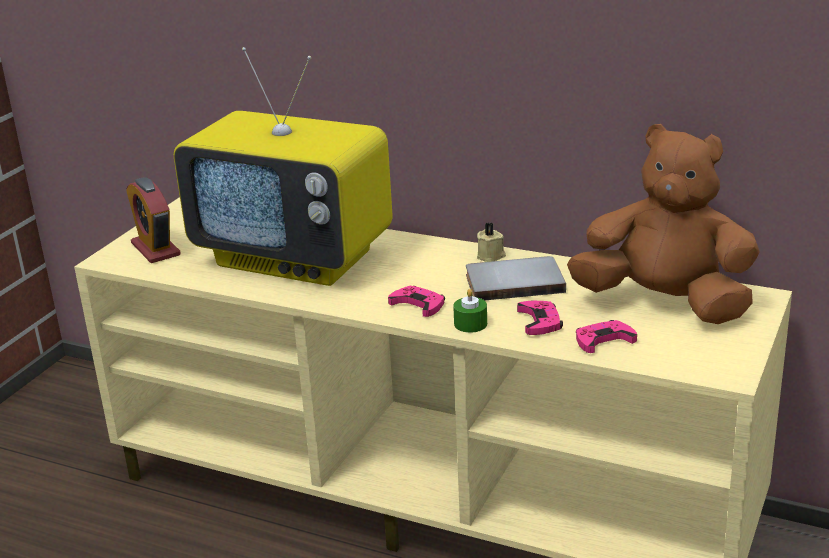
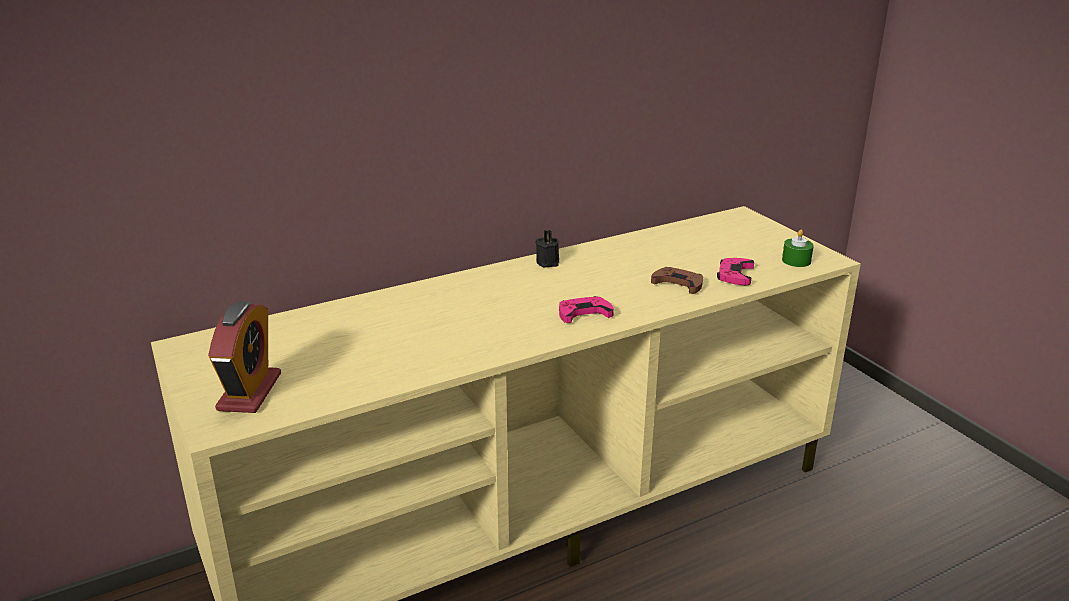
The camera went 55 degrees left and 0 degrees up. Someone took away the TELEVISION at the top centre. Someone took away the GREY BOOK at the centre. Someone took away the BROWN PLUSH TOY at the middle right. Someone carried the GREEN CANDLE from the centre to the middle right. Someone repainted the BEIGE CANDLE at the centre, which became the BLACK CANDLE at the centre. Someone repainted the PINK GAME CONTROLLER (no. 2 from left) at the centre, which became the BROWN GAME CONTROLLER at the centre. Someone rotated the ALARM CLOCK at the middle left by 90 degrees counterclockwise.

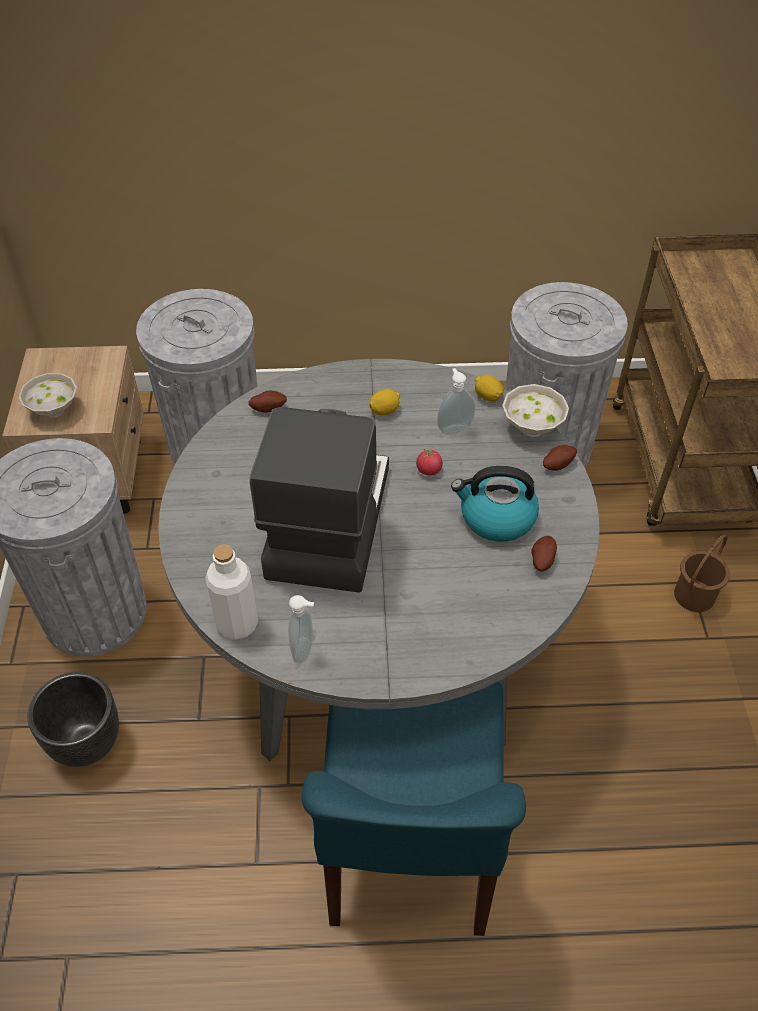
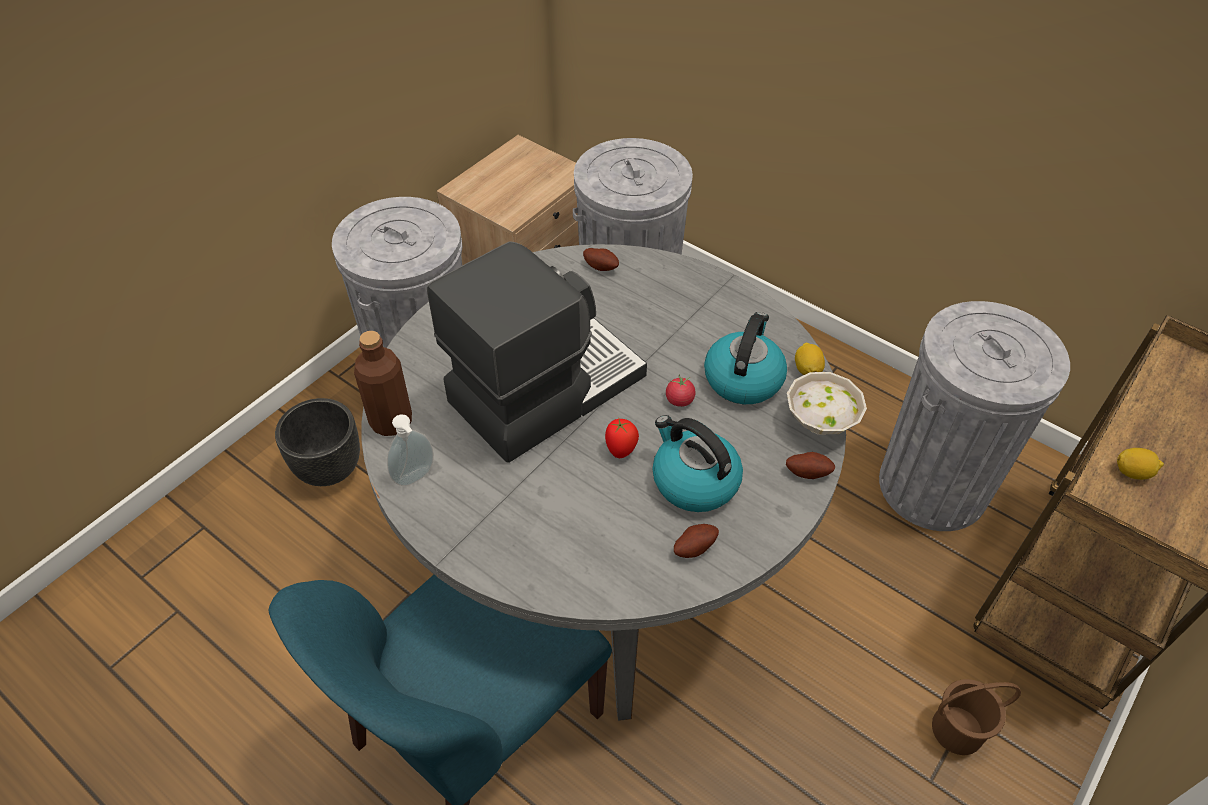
The camera went 40 degrees right and 0 degrees up. Someone took away the WHITE BOWL (no. 1 from left) at the middle left. Someone put down the TOMATO (no. 1 from left) at the centre. Someone carried the LEMON (no. 1 from left in the first image) from the centre to the middle right. Someone swapped the SOAP DISPENSER (no. 2 from left) at the centre for the KETTLE (no. 2 from left) at the centre. Someone repainted the WHITE BOTTLE at the middle left, which became the BROWN BOTTLE at the middle left.

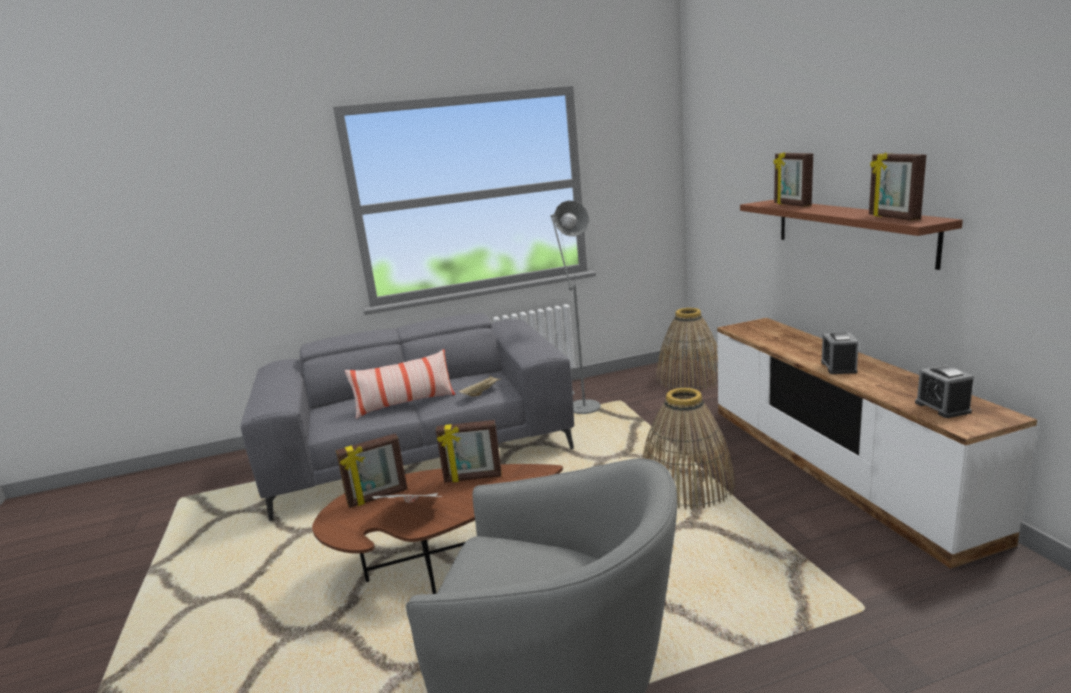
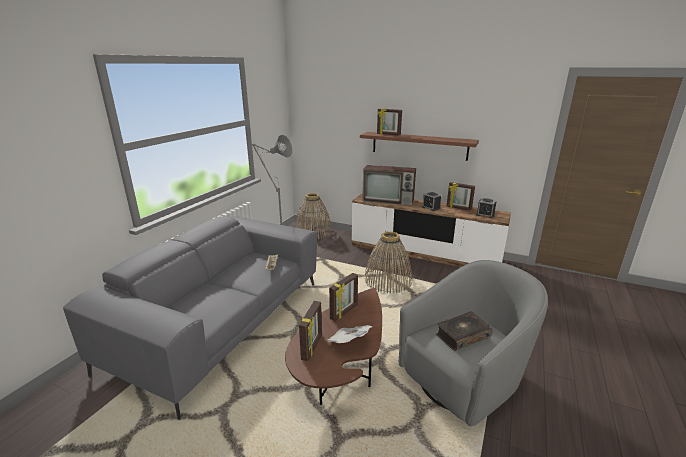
The camera went 50 degrees left and 5 degrees up. Someone took away the PILLOW at the centre. Someone put down the TELEVISION at the centre. Someone put down the BOOK at the bottom right. Someone carried the PICTURE FRAME (no. 4 from left) from the top right to the middle right.

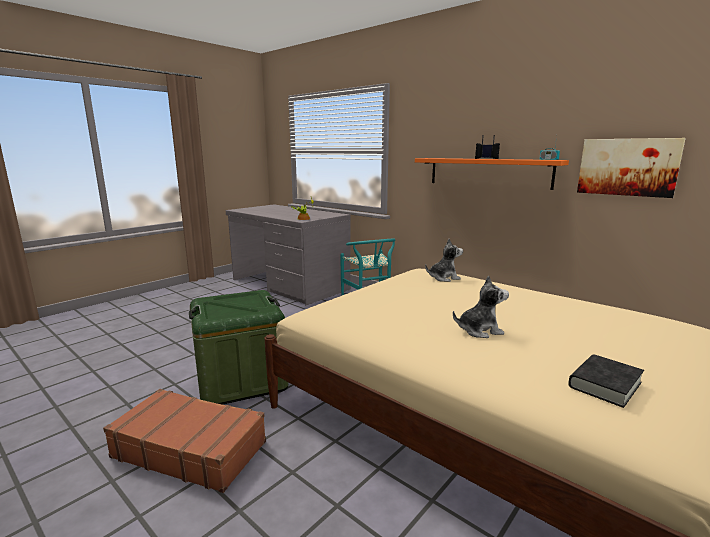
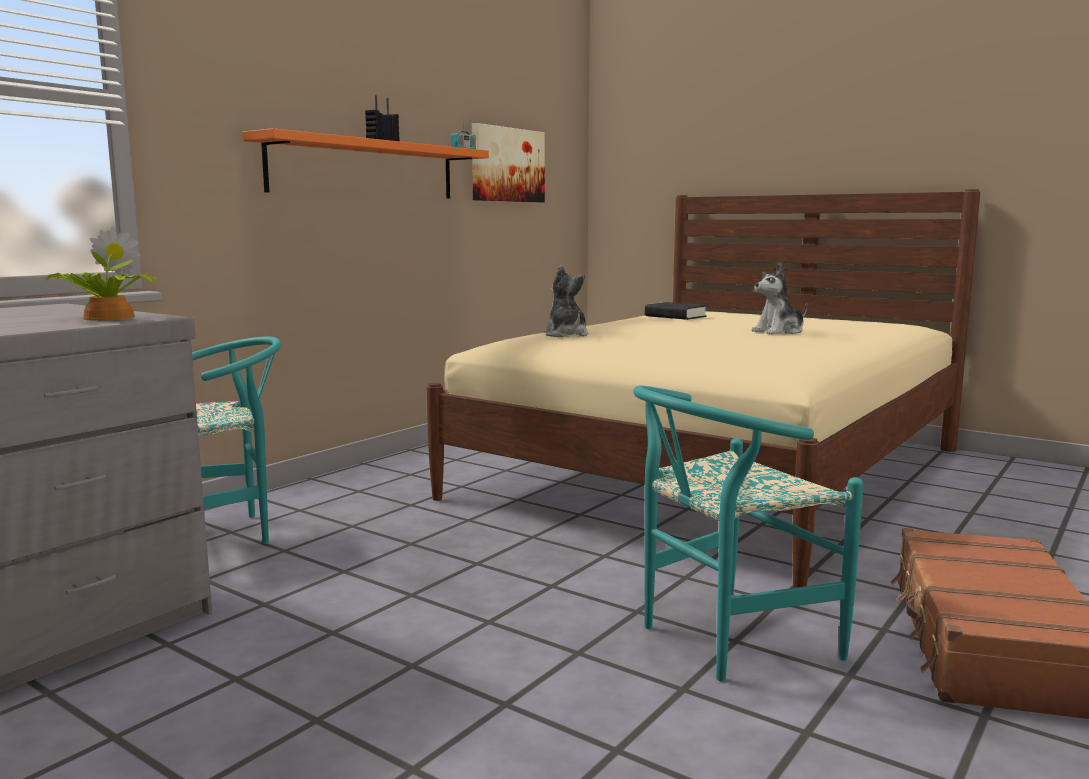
The camera went 95 degrees left and 5 degrees down. Someone carried the BLACK BOOK from the bottom right to the centre. Someone swapped the GREEN STORAGE BOX at the centre for the TURQUOISE CHAIR (no. 2 from left) at the bottom right. Someone rotated the PLUSH TOY (no. 2 from left) at the middle right by 105 degrees counterclockwise.

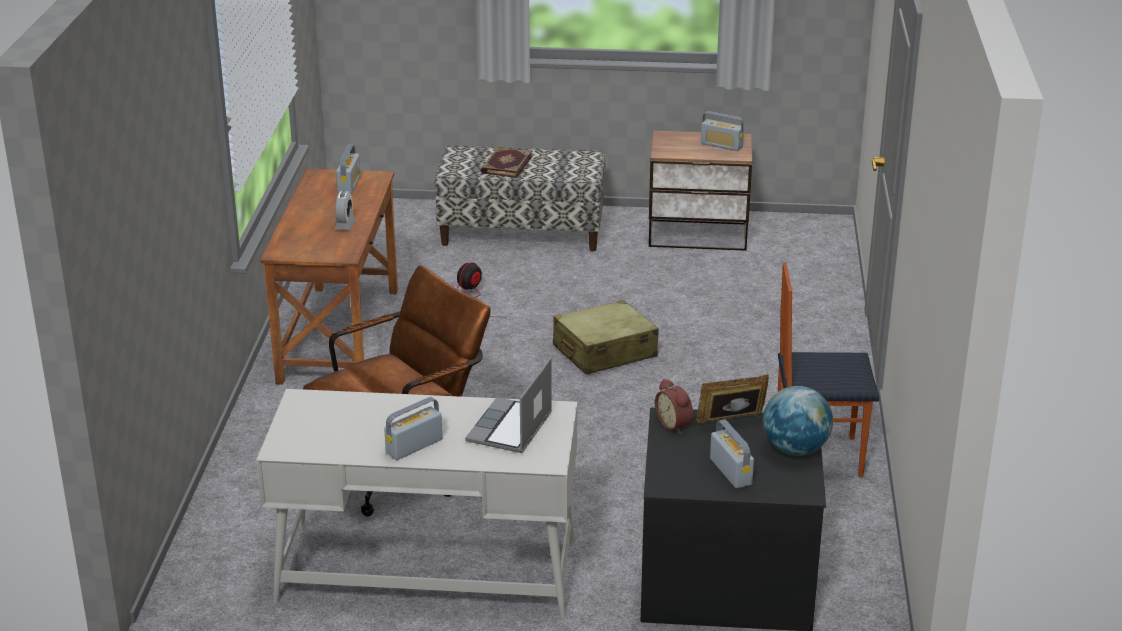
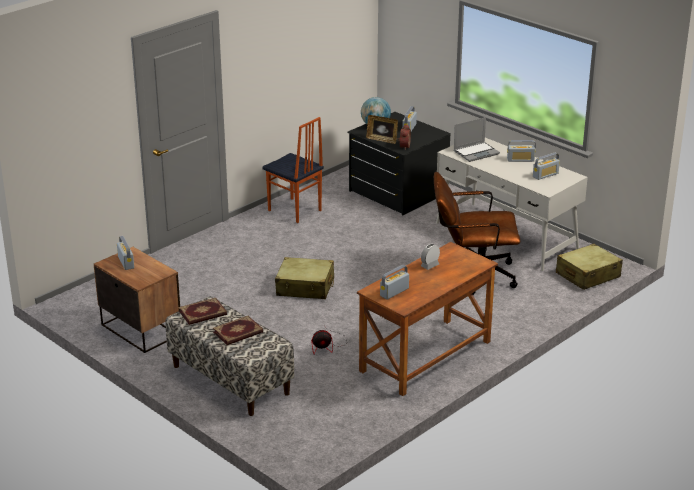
The camera went 140 degrees left and 0 degrees up. Someone put down the BOOK (no. 1 from left) at the middle left. Someone put down the RADIO (no. 5 from left) at the middle right. Someone put down the BEIGE SUITCASE (no. 2 from left) at the middle right.

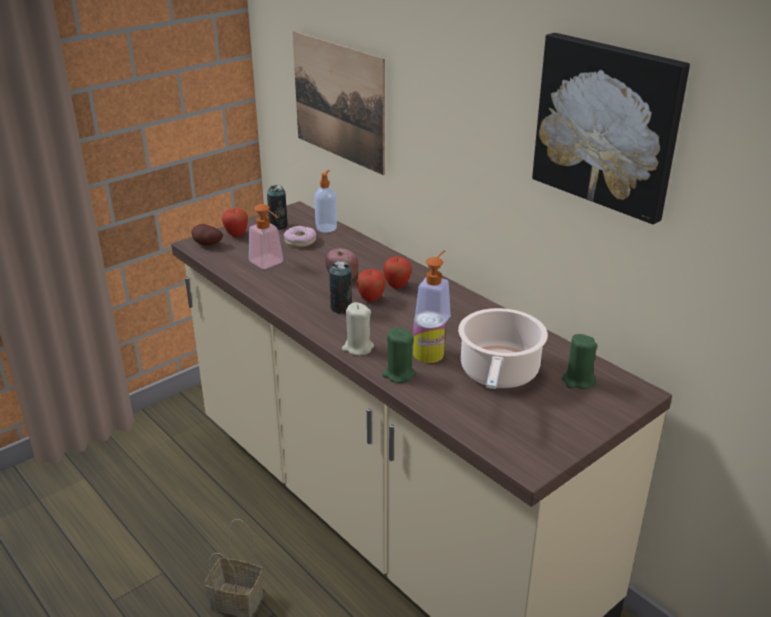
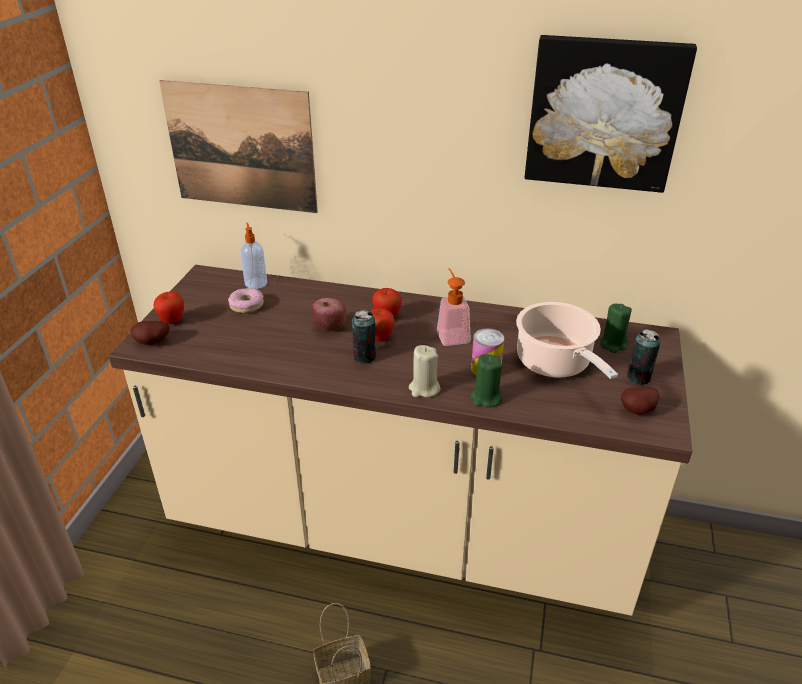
The camera went 35 degrees left and 5 degrees up. Someone took away the SOAP DISPENSER (no. 1 from left) at the centre. Someone put down the POTATO (no. 2 from left) at the middle right. Someone carried the CAN (no. 1 from left in the first image) from the centre to the middle right.

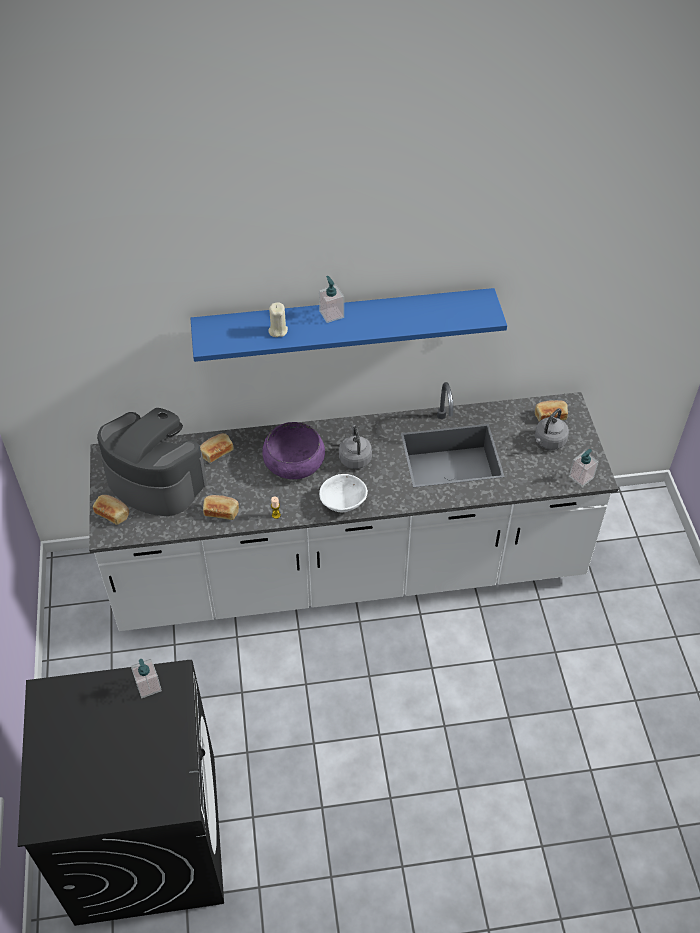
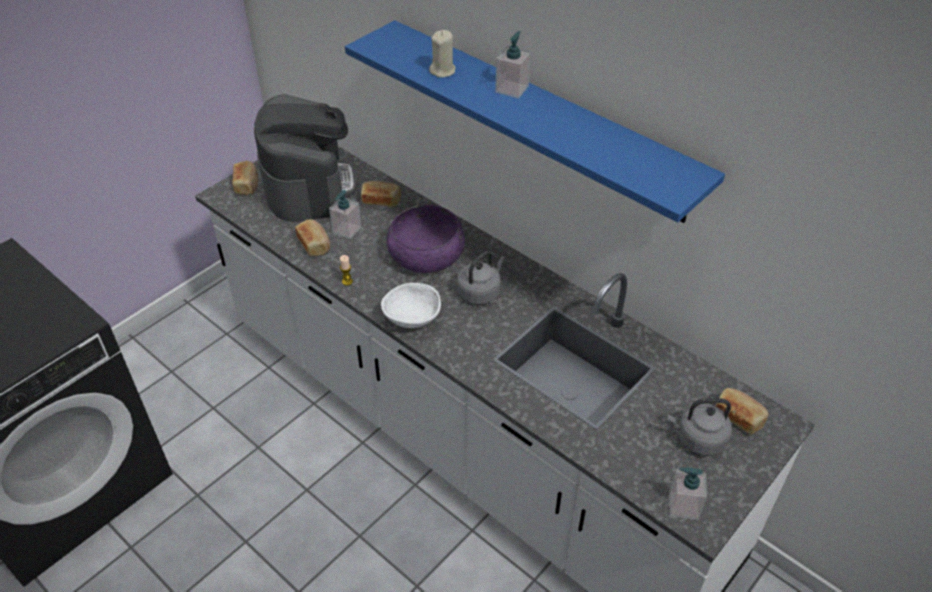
The camera went 50 degrees right and 5 degrees down. Someone carried the SOAP DISPENSER (no. 1 from left) from the bottom left to the centre.

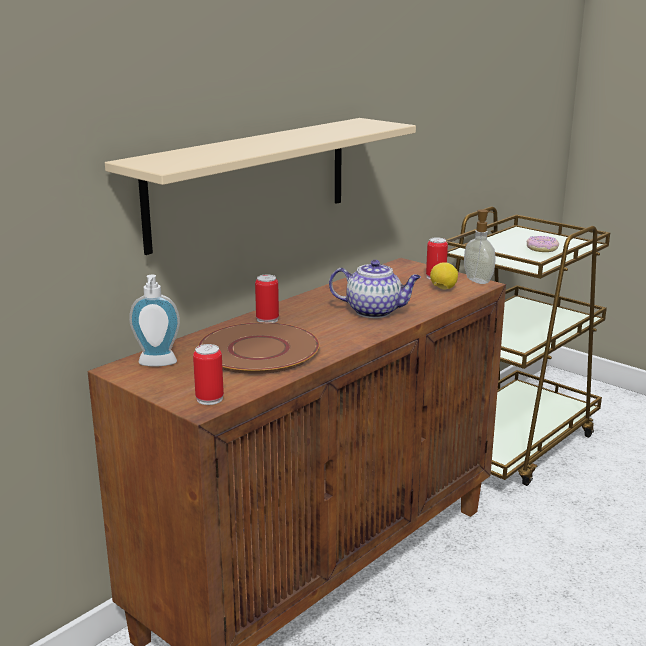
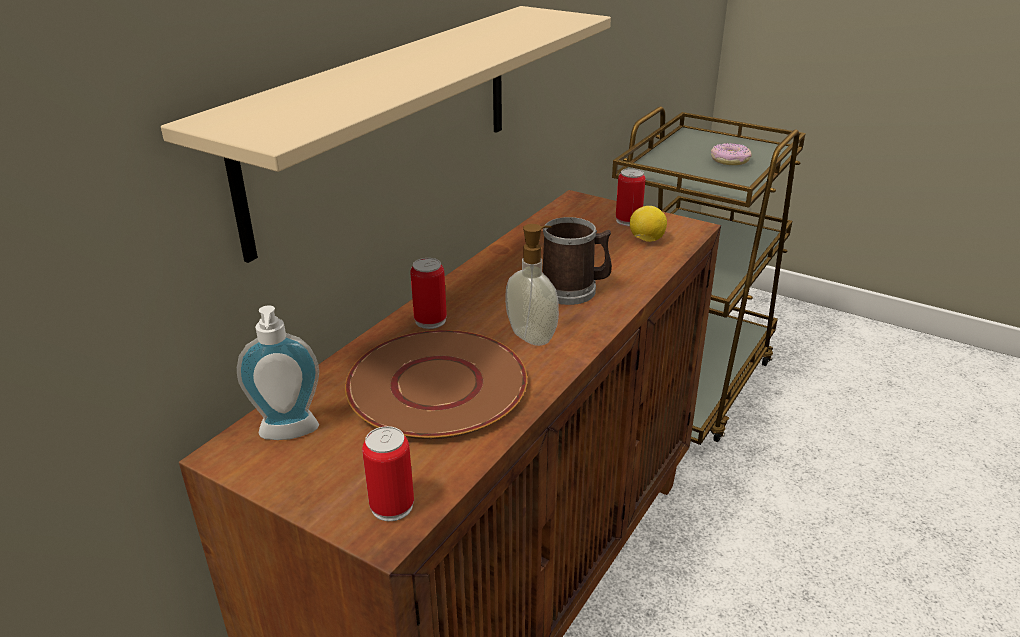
The camera went 10 degrees left and 10 degrees up. Someone carried the SOAP DISPENSER (no. 2 from left) from the middle right to the centre. Someone swapped the TEAPOT at the centre for the MUG at the centre.

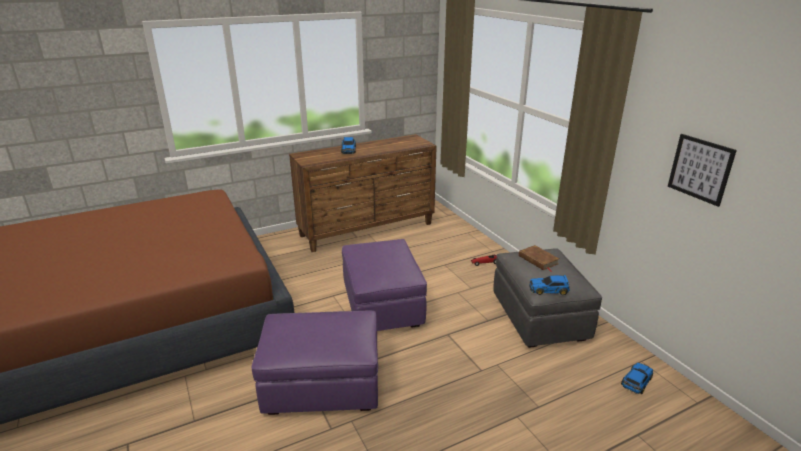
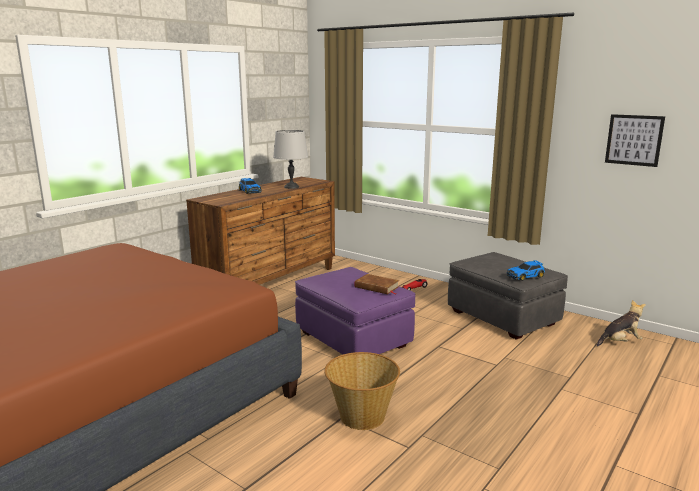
The camera went 25 degrees left and 10 degrees down. Someone put down the GREY TABLE LAMP at the top centre. Someone carried the BROWN BOOK from the middle right to the centre. Someone swapped the PURPLE OTTOMAN (no. 1 from left) at the bottom centre for the BASKET at the bottom centre. Someone swapped the TOY CAR (no. 4 from left) at the bottom right for the PLUSH TOY at the middle right.

